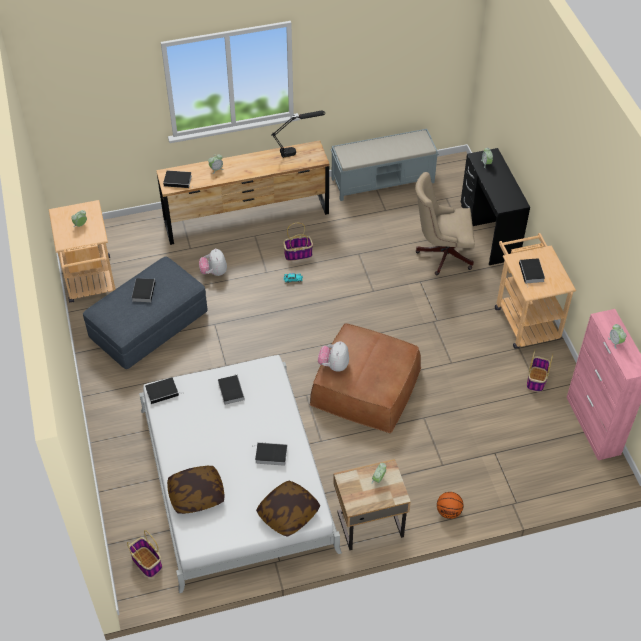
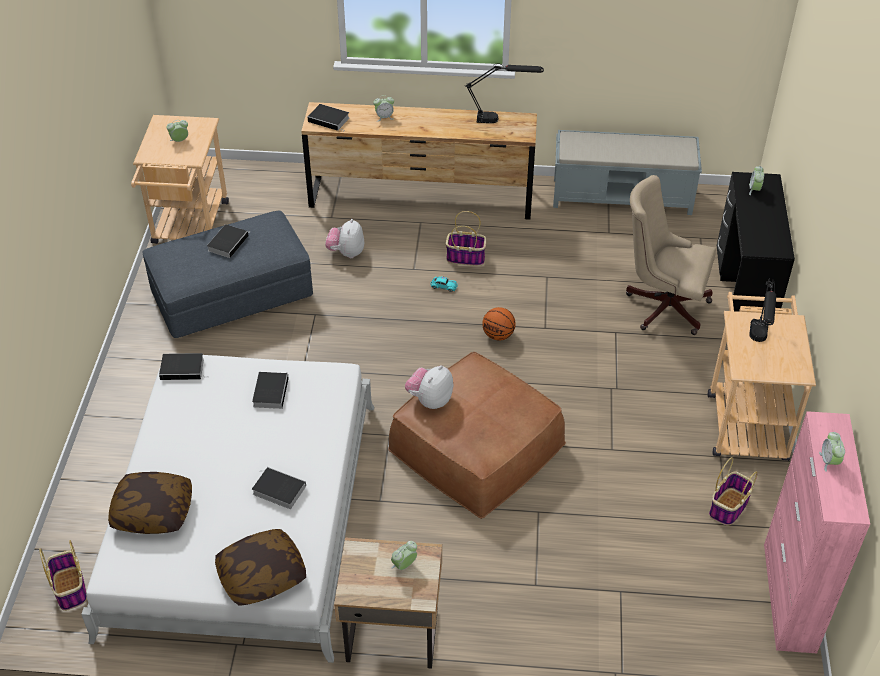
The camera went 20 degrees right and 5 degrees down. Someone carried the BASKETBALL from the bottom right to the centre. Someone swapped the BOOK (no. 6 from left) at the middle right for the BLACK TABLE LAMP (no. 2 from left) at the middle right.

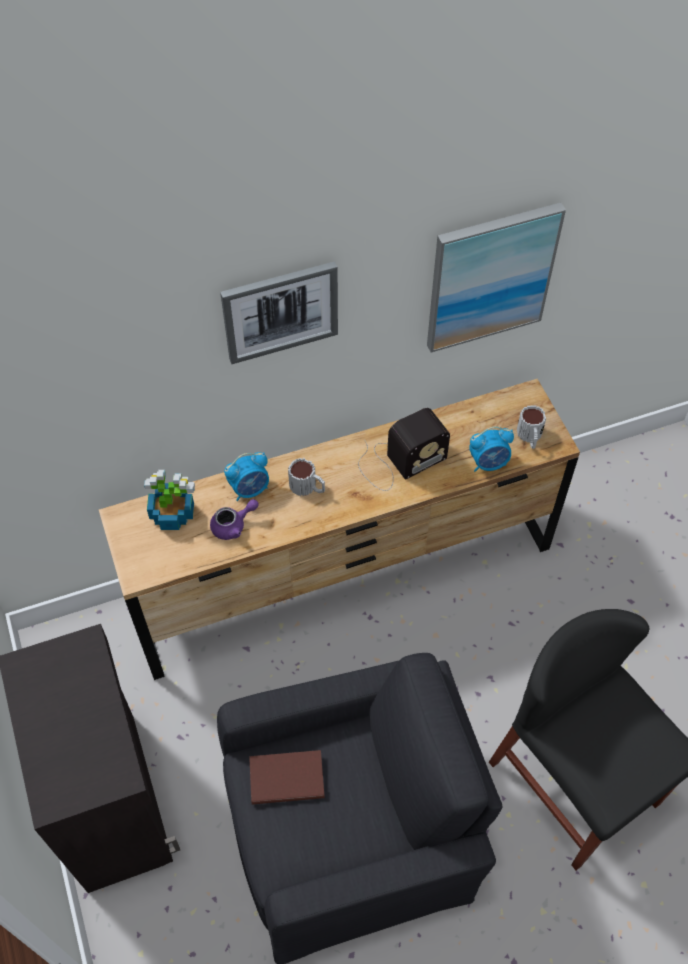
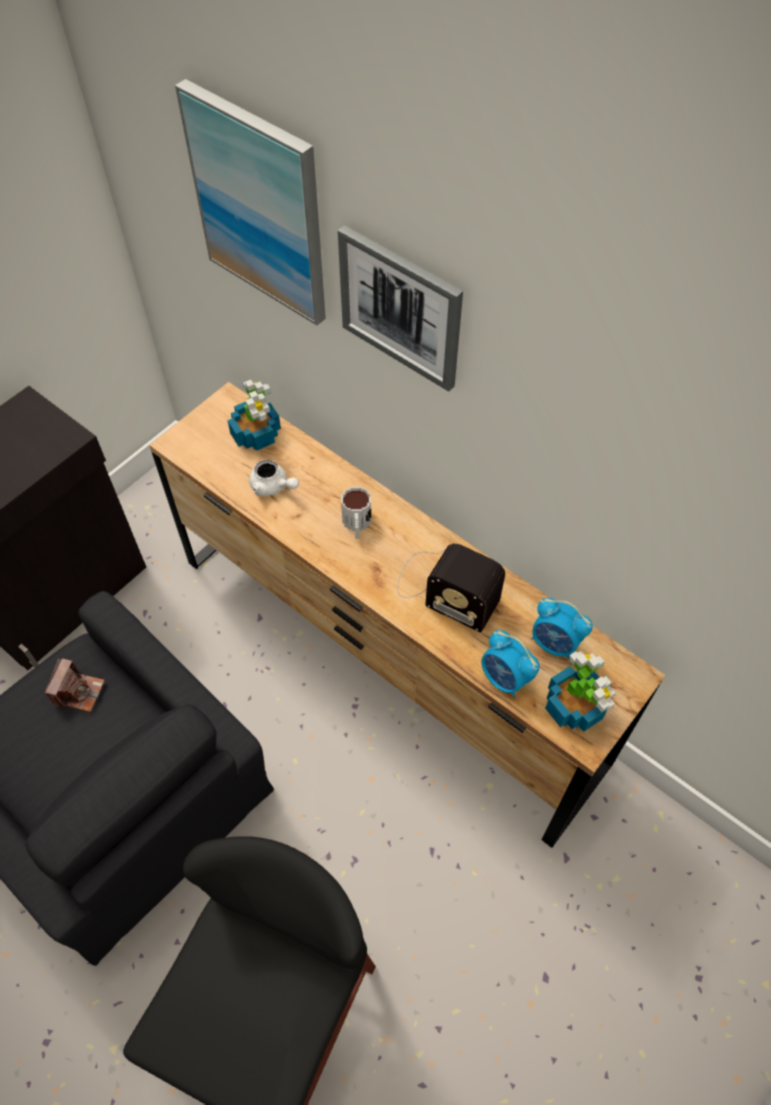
The camera went 60 degrees right and 0 degrees up. Someone carried the ALARM CLOCK (no. 1 from left in the first image) from the centre to the middle right. Someone carried the PICTURE (no. 2 from left in the first image) from the top right to the top left. Someone swapped the BROWN BOOK at the bottom centre for the PHOTO CAMERA at the middle left. Someone swapped the MUG (no. 2 from left) at the middle right for the POTTED PLANT (no. 2 from left) at the middle right. Someone repainted the PURPLE TEAPOT at the centre, which became the WHITE TEAPOT at the centre.

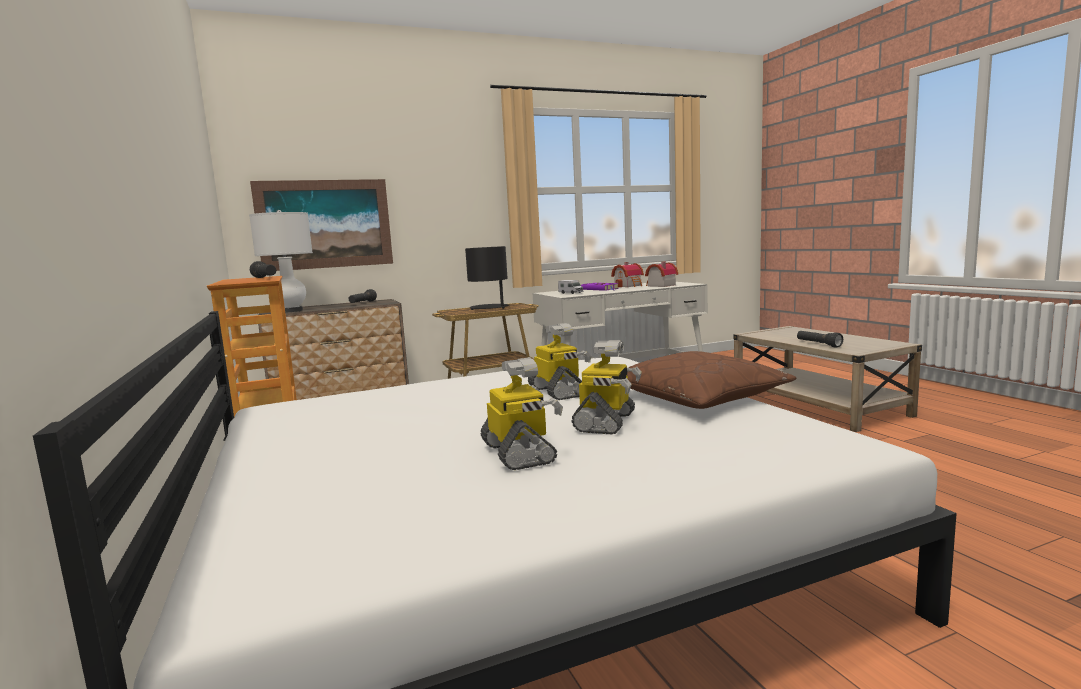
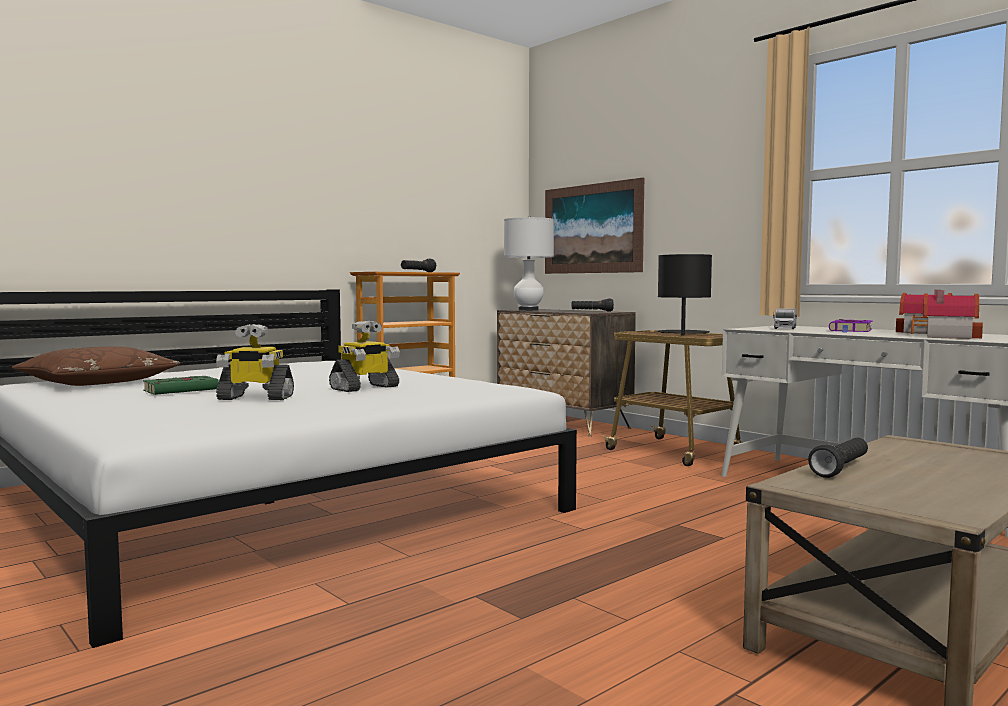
The camera went 70 degrees right and 5 degrees down. Someone carried the BROWN PILLOW from the centre to the middle left. Someone swapped the TOY ROBOT (no. 1 from left) at the centre for the GREEN BOOK at the middle left.

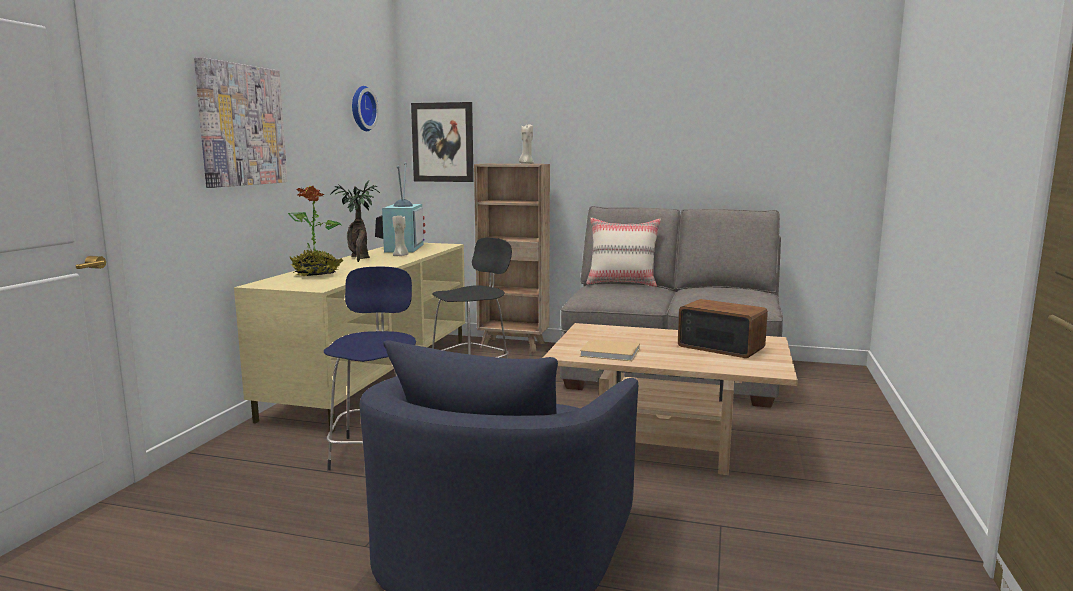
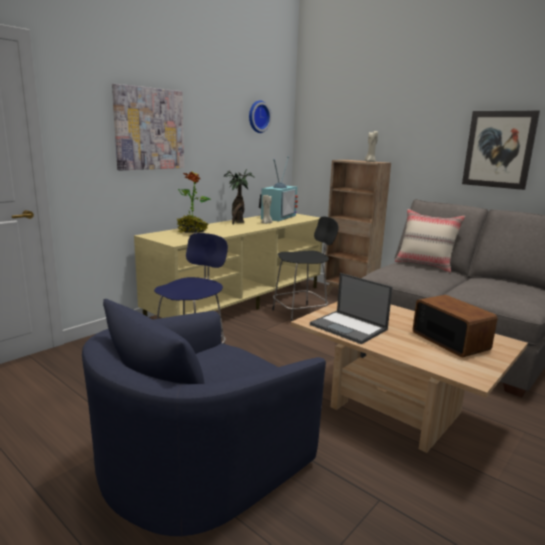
The camera went 25 degrees right and 5 degrees up. Someone carried the PICTURE (no. 2 from left) from the top centre to the top right. Someone swapped the BEIGE BOOK at the centre for the LAPTOP at the centre.

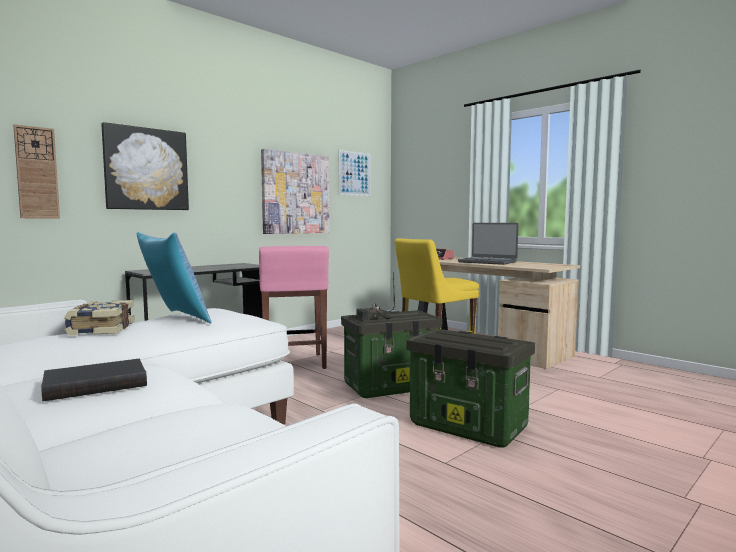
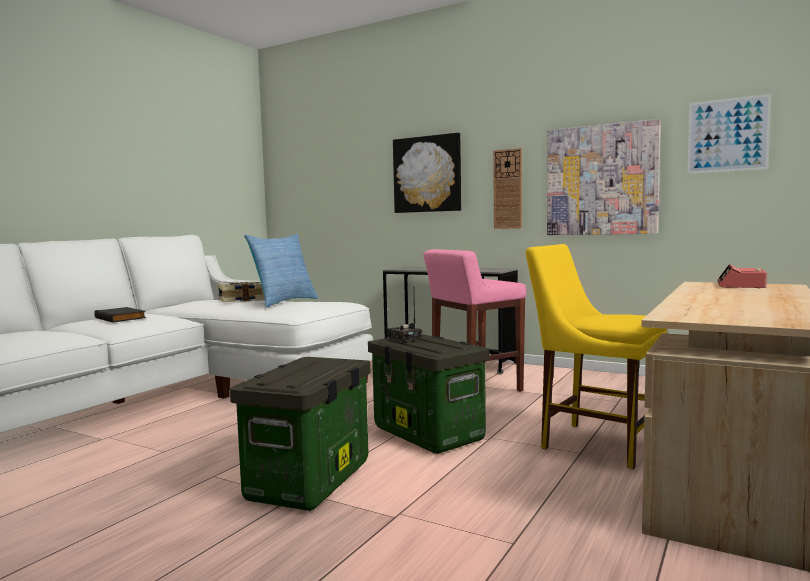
The camera went 75 degrees right and 0 degrees up. Someone took away the LAPTOP at the centre. Someone carried the WALL CLOCK from the top left to the top centre.

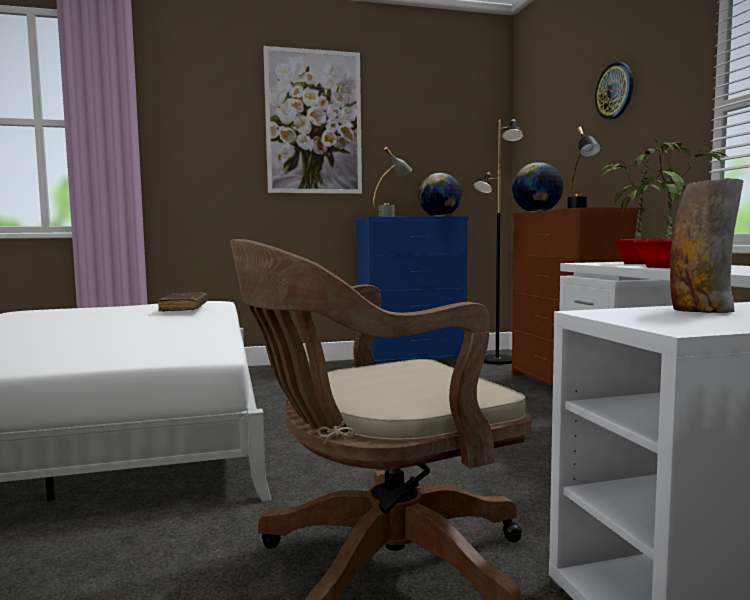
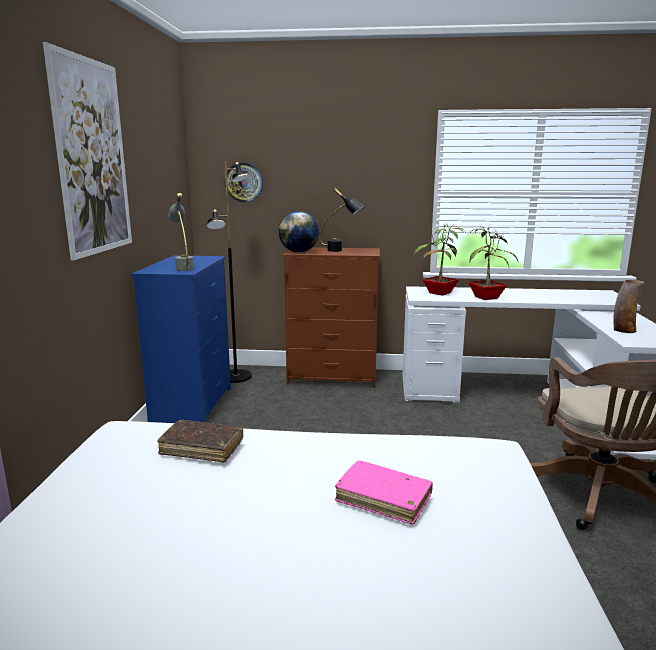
The camera went 70 degrees left and 10 degrees up. Someone took away the GLOBE (no. 1 from left) at the top centre. Someone put down the PINK BOOK at the bottom centre. Someone carried the WALL CLOCK from the top right to the top centre.

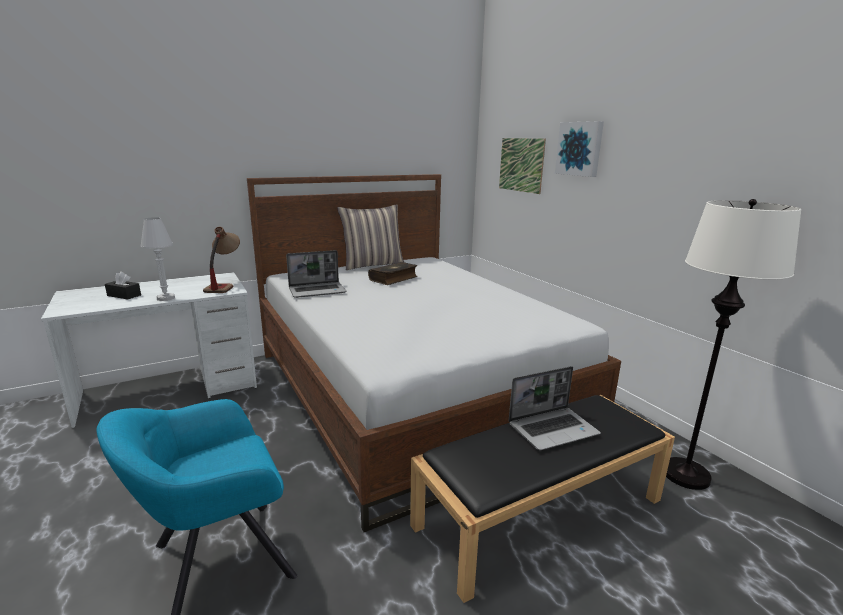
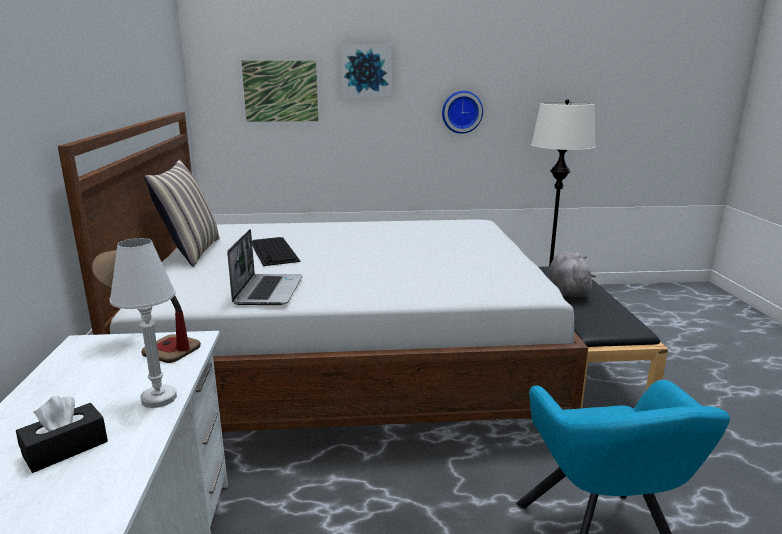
The camera went 65 degrees left and 0 degrees up. Someone put up the WALL CLOCK at the top centre. Someone swapped the BOOK at the centre for the KEYBOARD at the centre. Someone swapped the LAPTOP (no. 2 from left) at the centre for the GREY PLUSH TOY at the middle right.

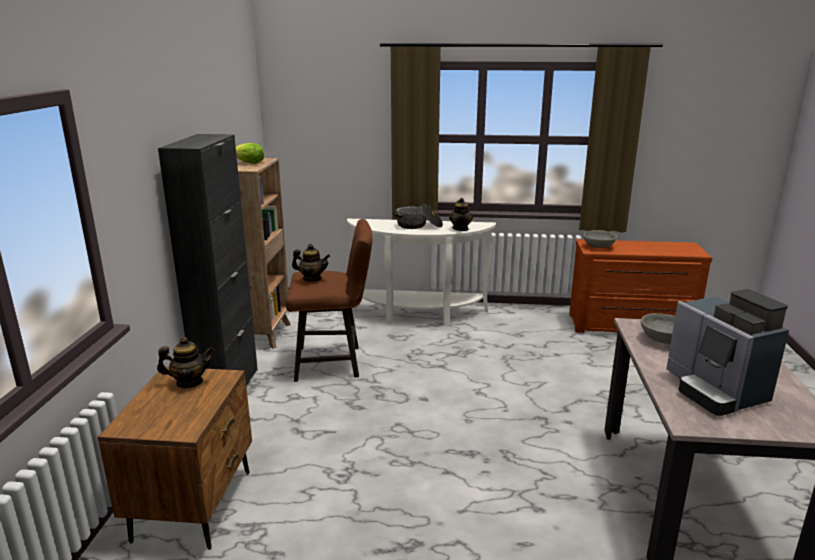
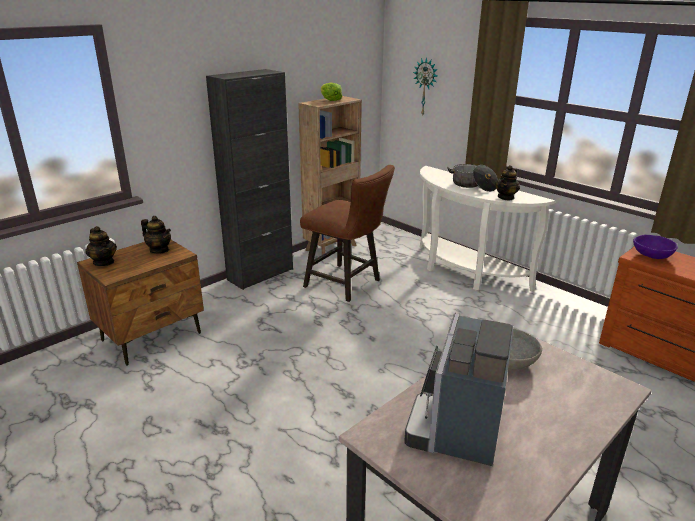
The camera went 40 degrees right and 5 degrees up. Someone put up the WALL CLOCK at the top centre. Someone carried the TEAPOT (no. 2 from left in the first image) from the centre to the middle left. Someone repainted the GREY BOWL (no. 1 from left) at the middle right, which became the PURPLE BOWL at the middle right.

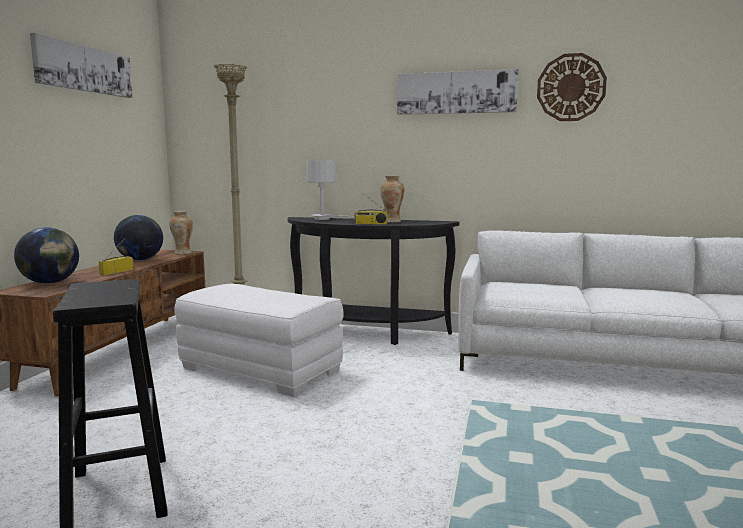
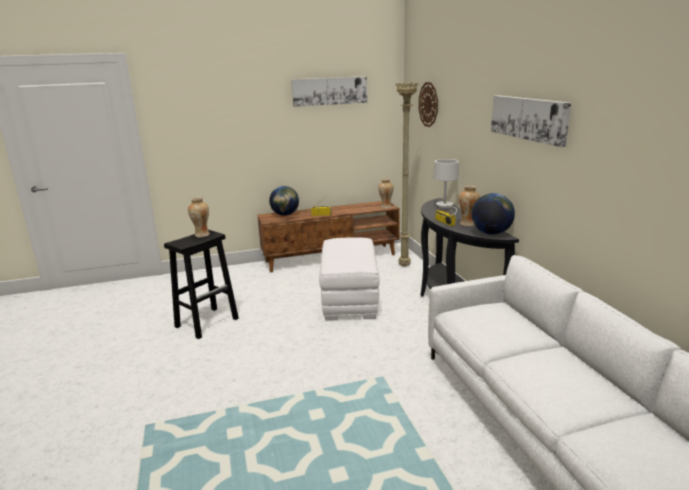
The camera went 60 degrees right and 10 degrees up. Someone put down the VASE (no. 1 from left) at the middle left. Someone carried the GLOBE (no. 2 from left) from the middle left to the middle right. Someone carried the WALL CLOCK from the top right to the top centre.

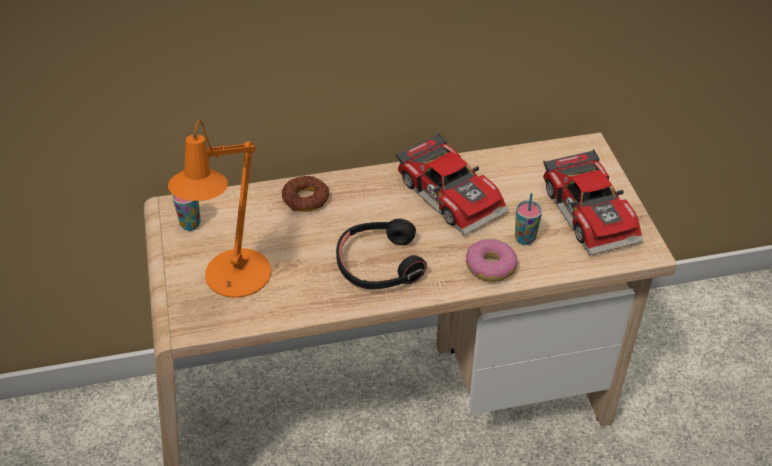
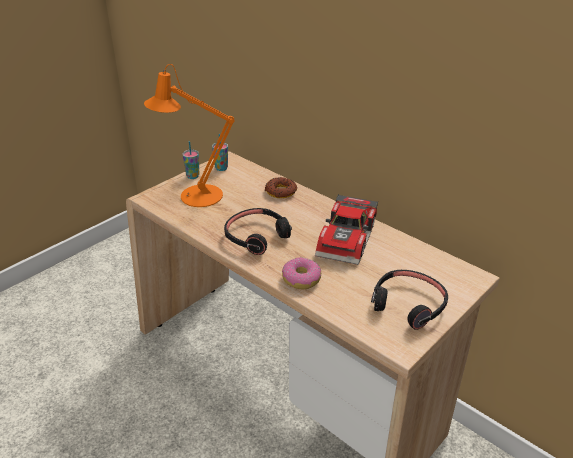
The camera went 55 degrees right and 10 degrees down. Someone carried the CUP (no. 2 from left in the first image) from the middle right to the middle left. Someone swapped the TOY CAR (no. 2 from left) at the middle right for the BLACK HEADPHONES (no. 2 from left) at the middle right.

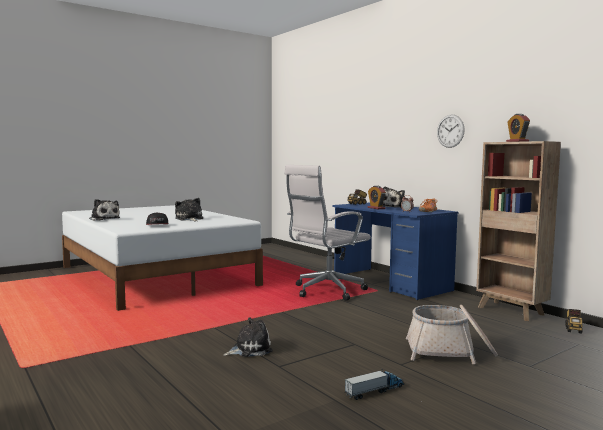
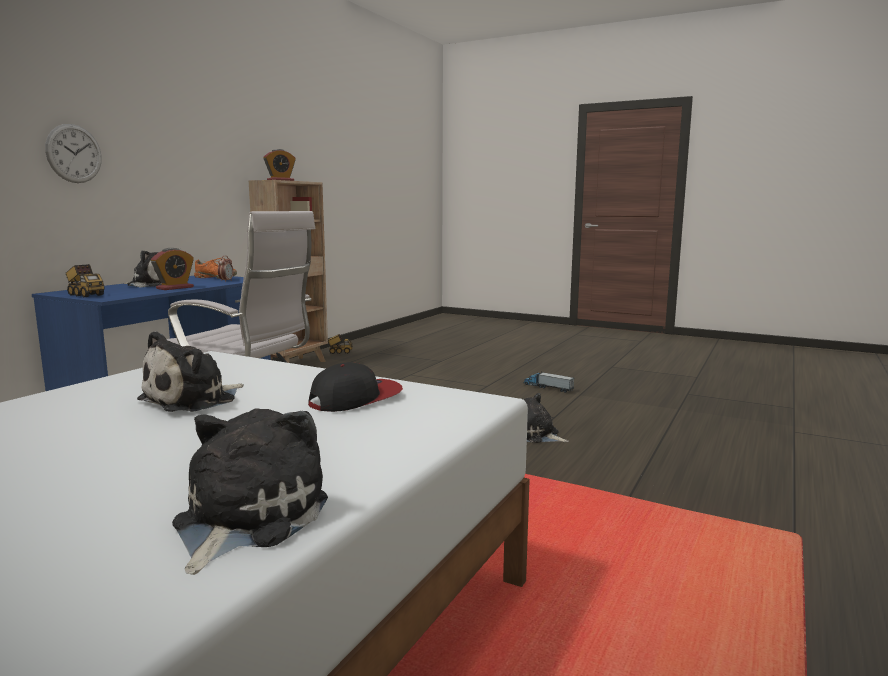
The camera went 115 degrees left and 5 degrees up. Someone took away the BASKET at the bottom right. Someone carried the WALL CLOCK from the top right to the top left.

